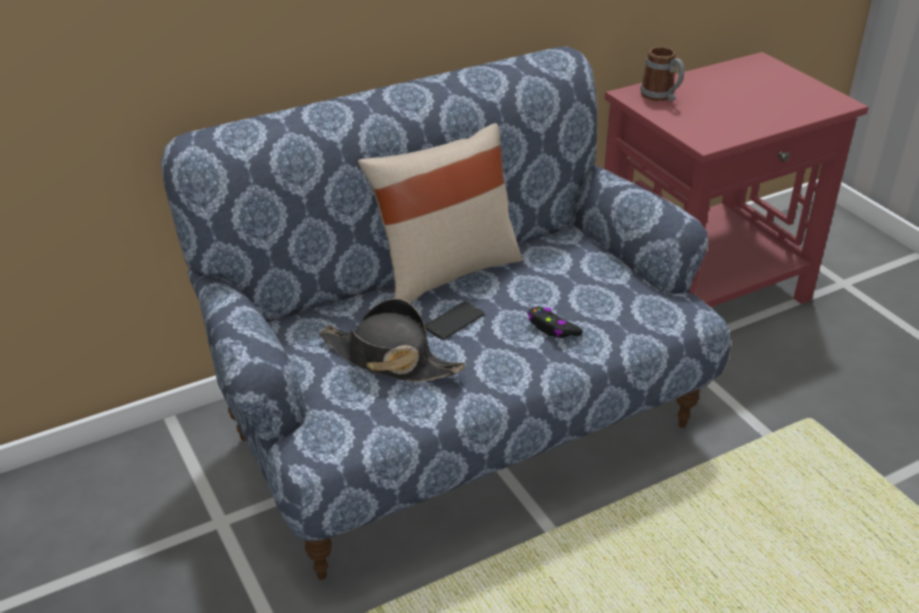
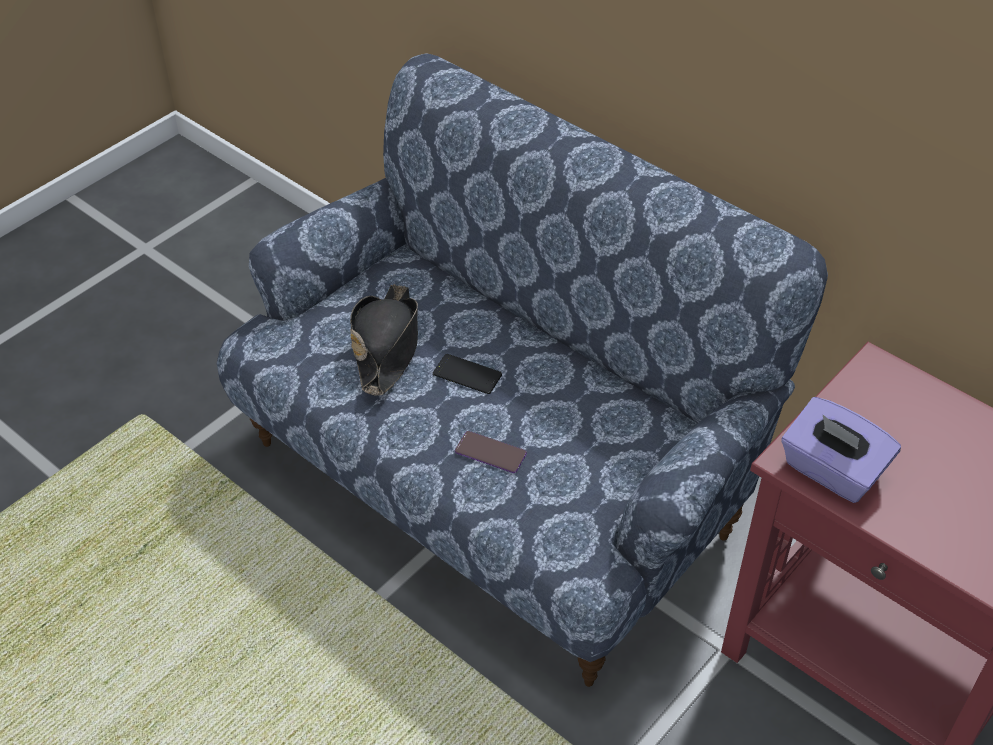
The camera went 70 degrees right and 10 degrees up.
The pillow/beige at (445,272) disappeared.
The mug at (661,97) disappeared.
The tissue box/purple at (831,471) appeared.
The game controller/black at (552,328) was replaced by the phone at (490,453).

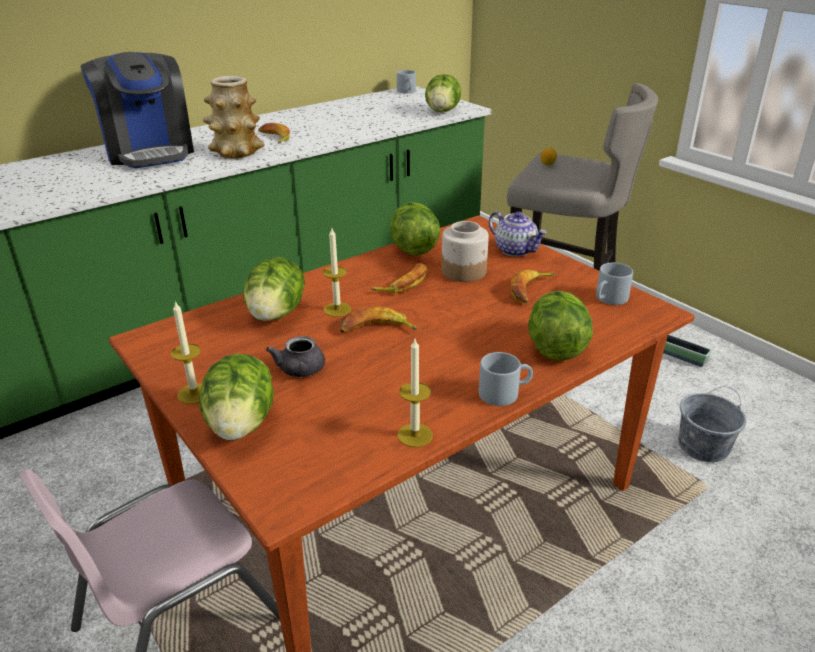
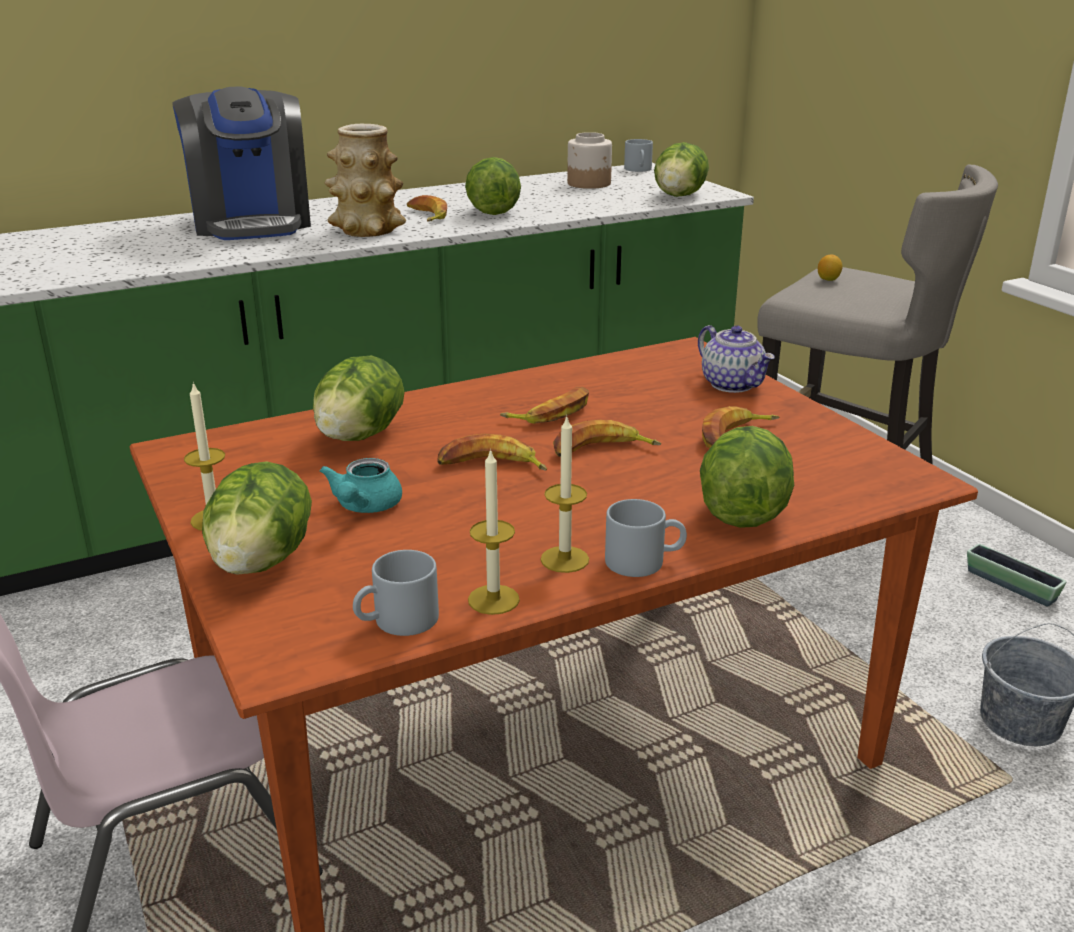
The camera went 10 degrees right and 5 degrees down.
The banana at (601,450) appeared.
The candle moved from (337,309) to (564,559).
The lettuce moved from (413,249) to (493,212).
The jar moved from (464,272) to (589,184).
The mug/grey moved from (609,299) to (397,622).
The teapot/grey at (299,371) became the teapot/turquoise at (364,507).

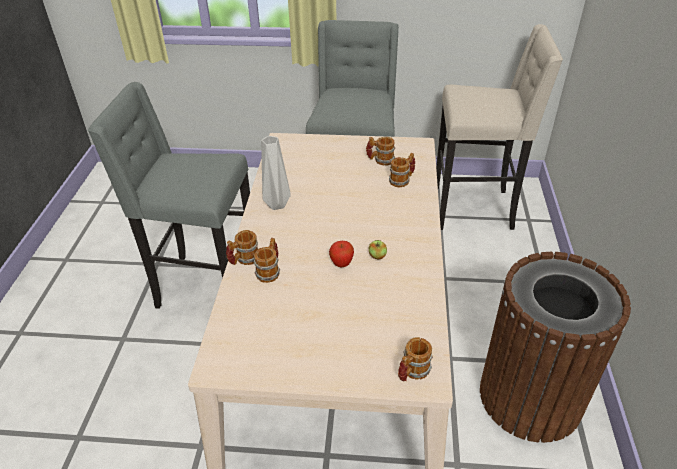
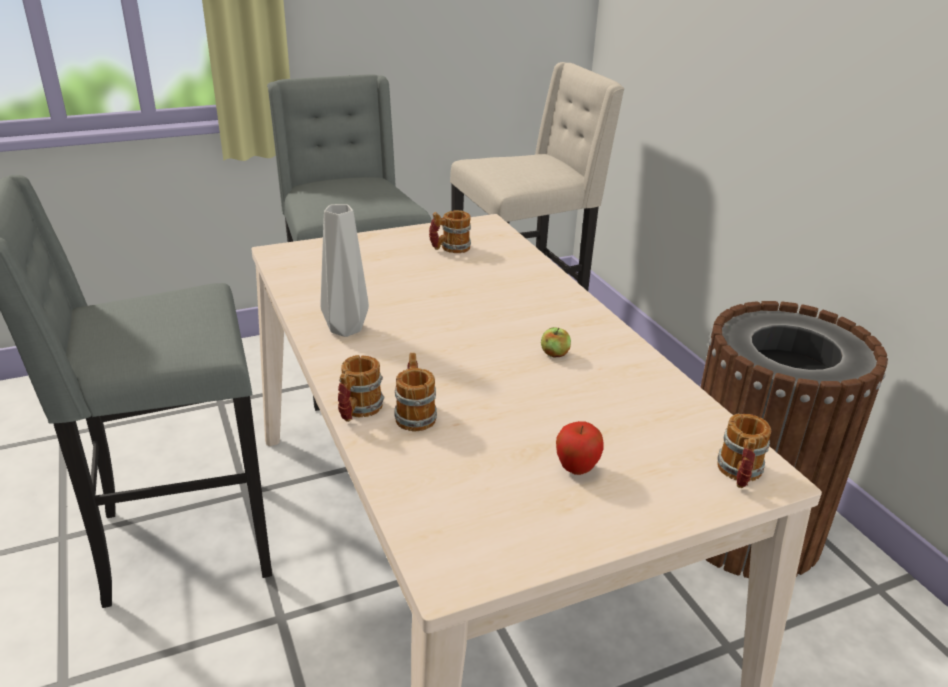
The camera went 30 degrees left and 10 degrees down.
The mug at (402,180) disappeared.
The apple moved from (341,264) to (576,469).

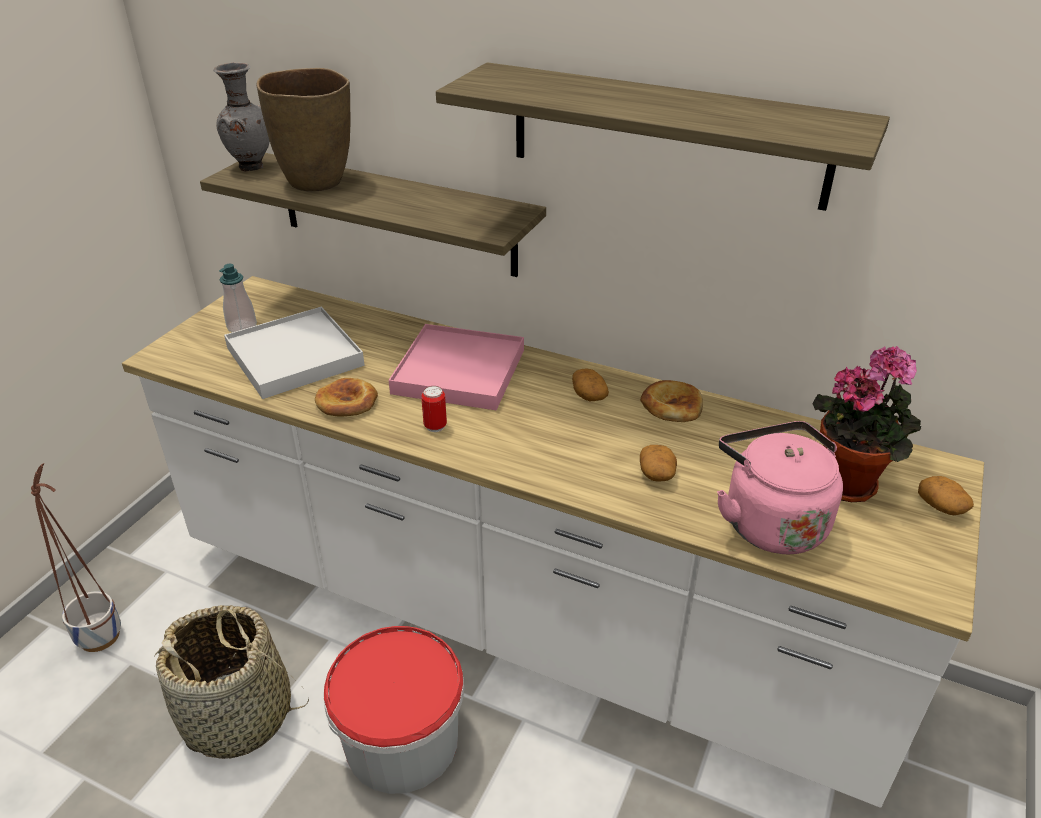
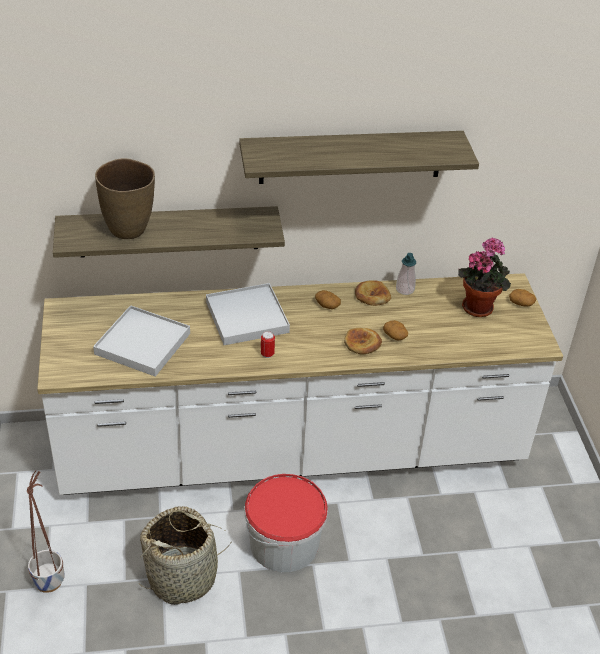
The camera went 35 degrees left and 5 degrees up.
The vase/grey at (250,167) disappeared.
The kettle/pink at (770,521) disappeared.
The soap dispenser moved from (242,327) to (405,289).
The bread moved from (347,402) to (362,343).
The tray/pink at (458,372) became the tray/white at (247,317).

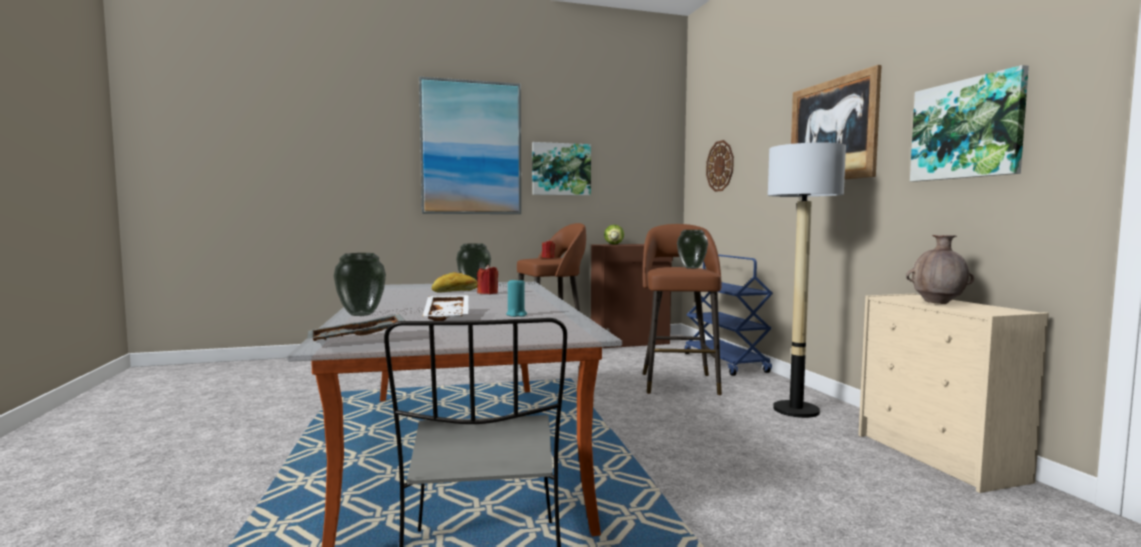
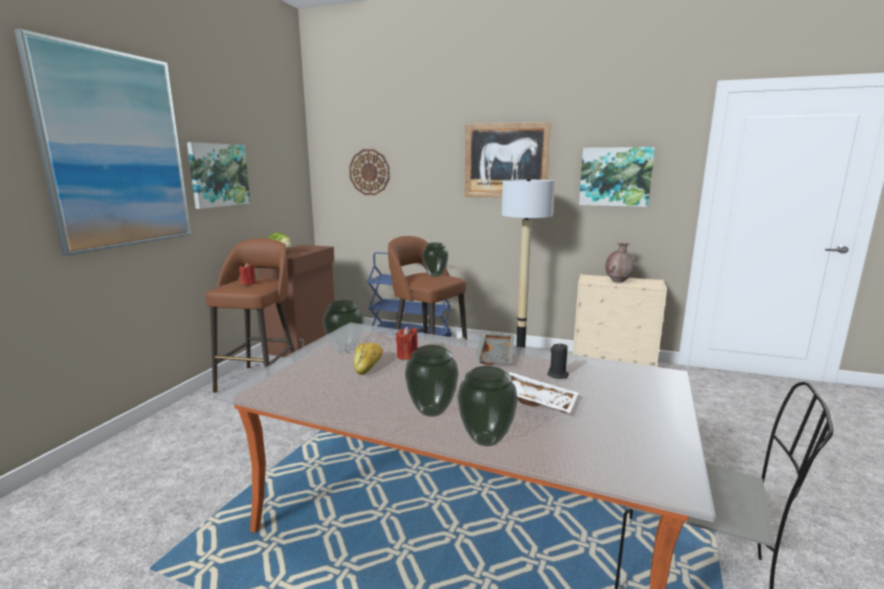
The camera went 55 degrees left and 10 degrees up.
The vase at (432,411) appeared.
The tray/grey moved from (356,339) to (496,355).
The candle/turquoise at (516,315) became the candle/black at (558,375).

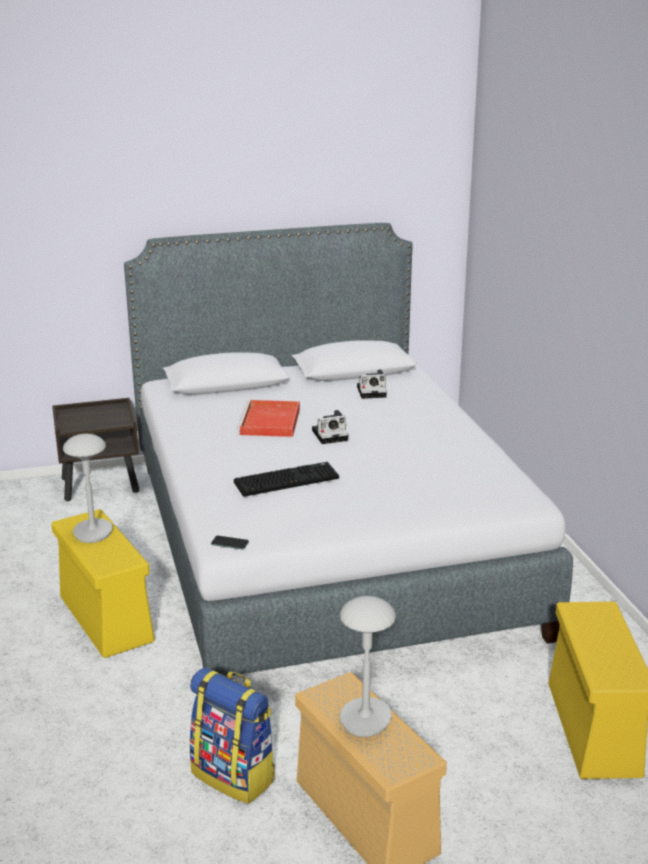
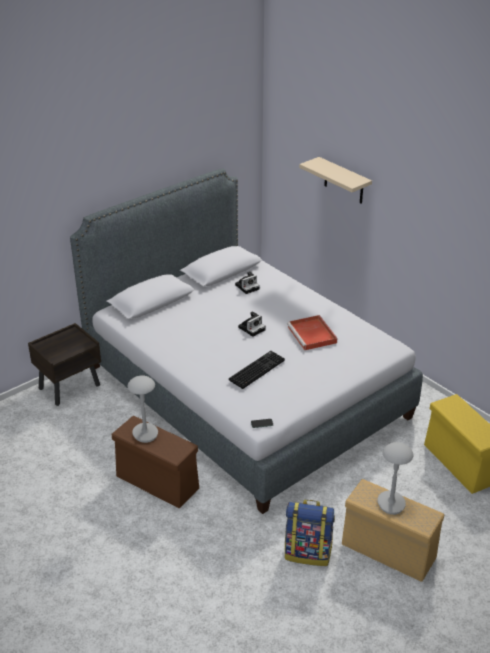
The camera went 25 degrees left and 10 degrees up.
The shelf/beige at (344,181) appeared.
The tray/red moved from (270,422) to (312,335).
The storage box/yellow at (104,618) became the storage box/brown at (156,482).

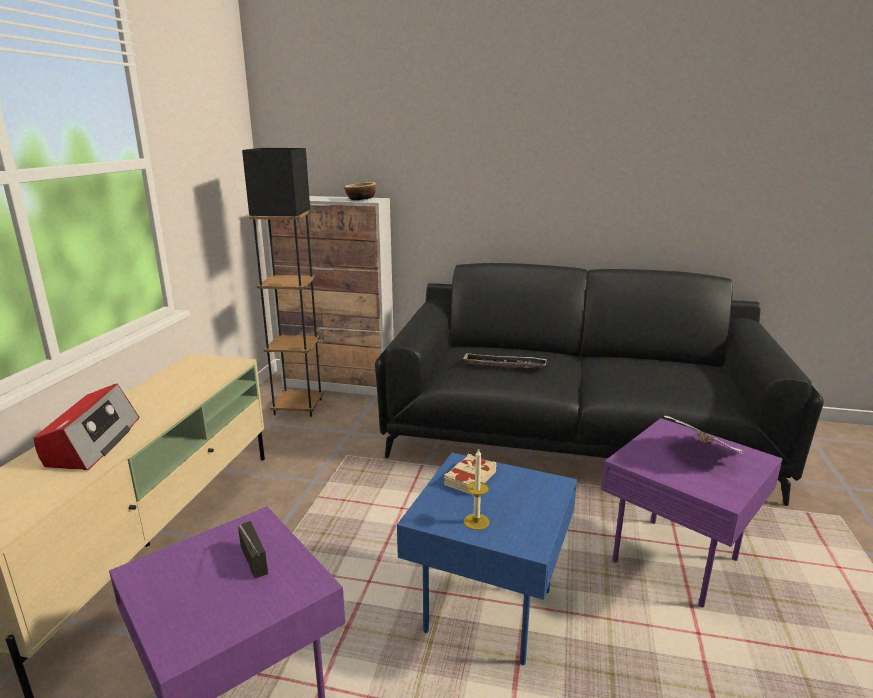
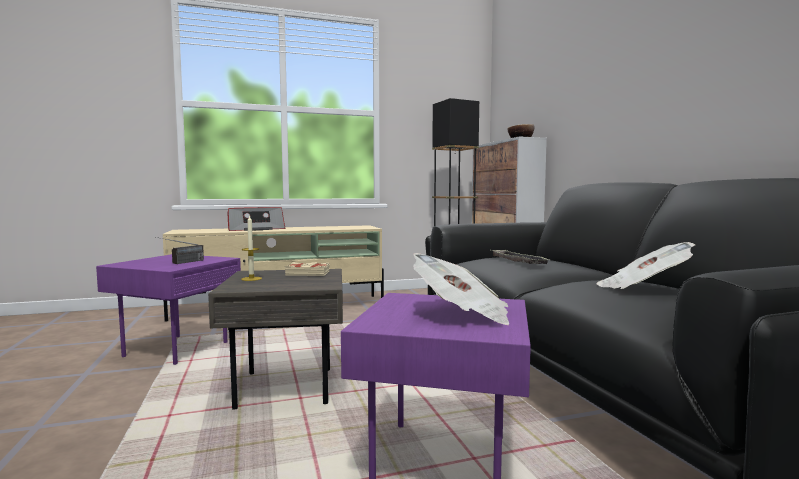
The camera went 60 degrees right and 15 degrees down.
The newspaper at (642,288) appeared.
The side table/blue at (486,608) became the side table/grey at (289,387).

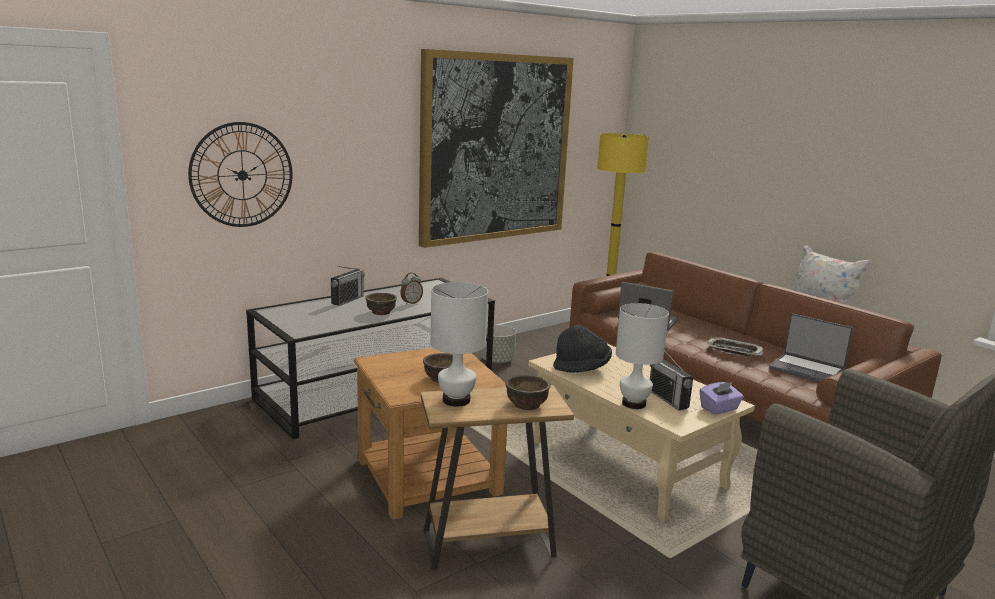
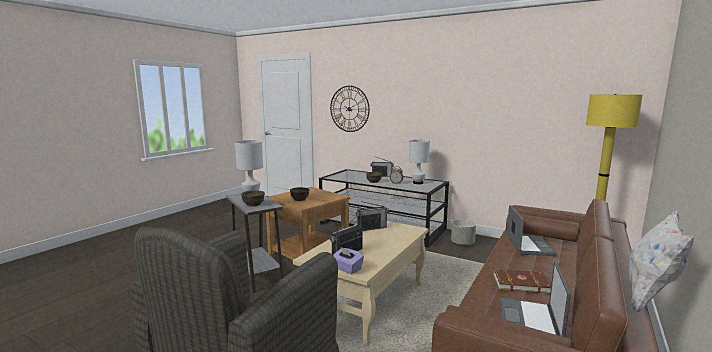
The camera went 70 degrees right and 5 degrees down.
The picture at (495,148) disappeared.
The table lamp/white moved from (633,404) to (417,183).
The hat/black at (581,368) was replaced by the radio at (371,228).
The tray at (733,351) was replaced by the book/brown at (520,282).
The side table/brown at (488,544) became the side table/grey at (257,275).

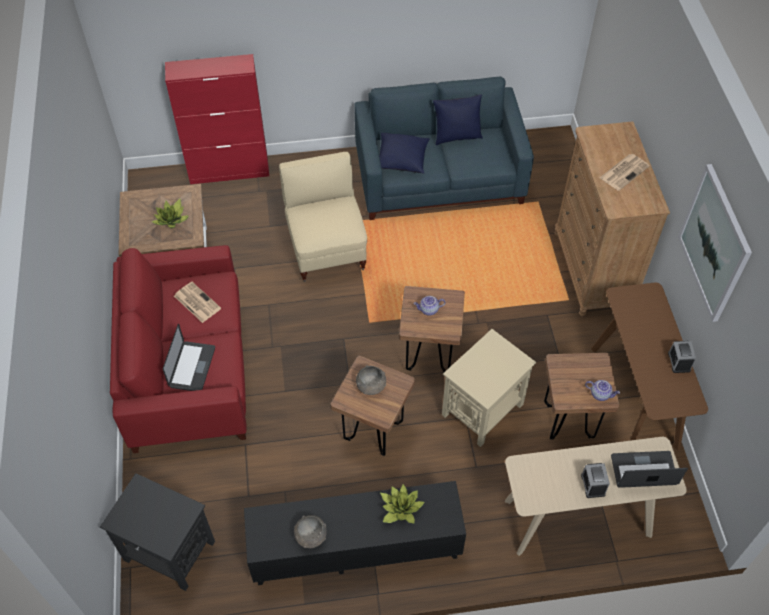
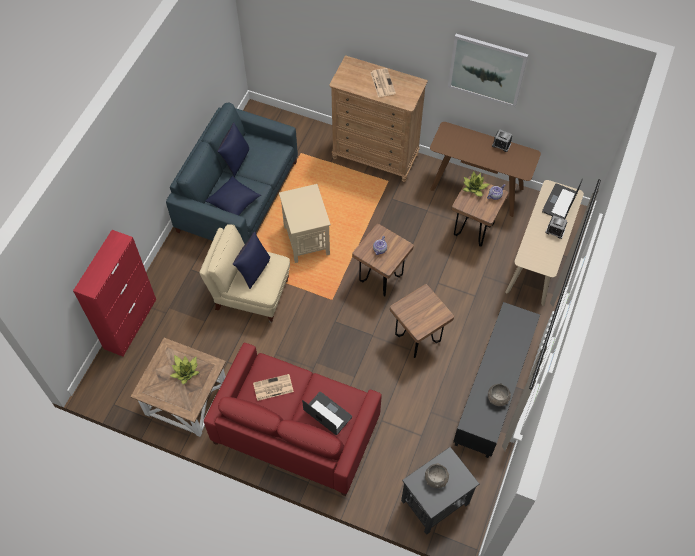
The camera went 60 degrees left and 5 degrees up.
The pillow/blue at (254,271) appeared.
The bowl/grey moved from (371,386) to (436,478).
The potted plant moved from (400,509) to (474,188).
The side table/beige moved from (482,410) to (306,240).

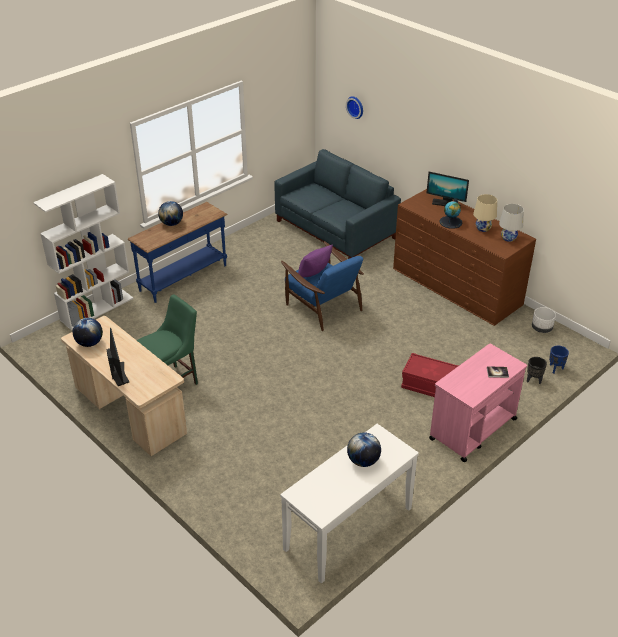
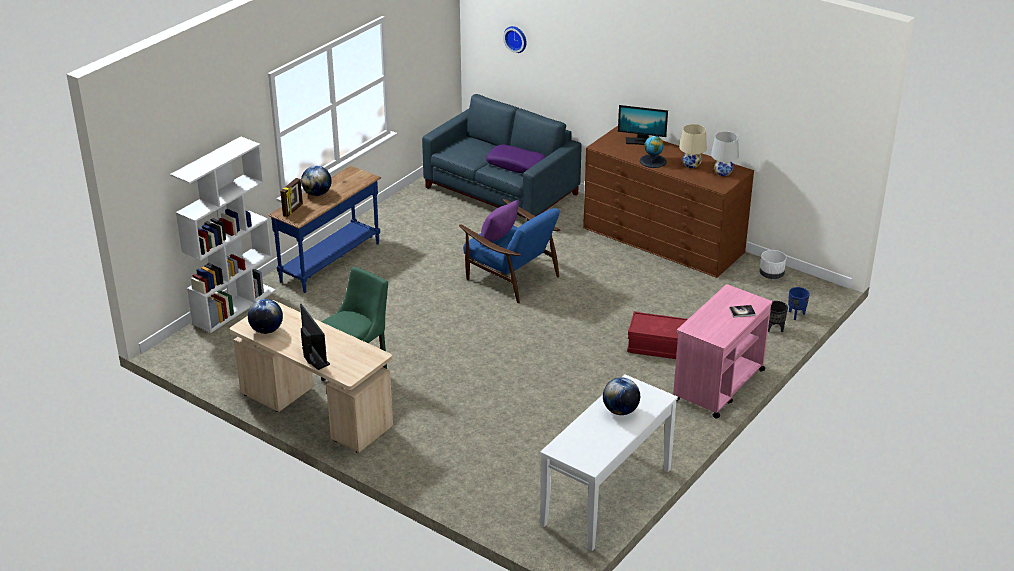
The camera went 10 degrees left and 5 degrees down.
The picture frame at (293,210) appeared.
The pillow/purple at (516,165) appeared.

